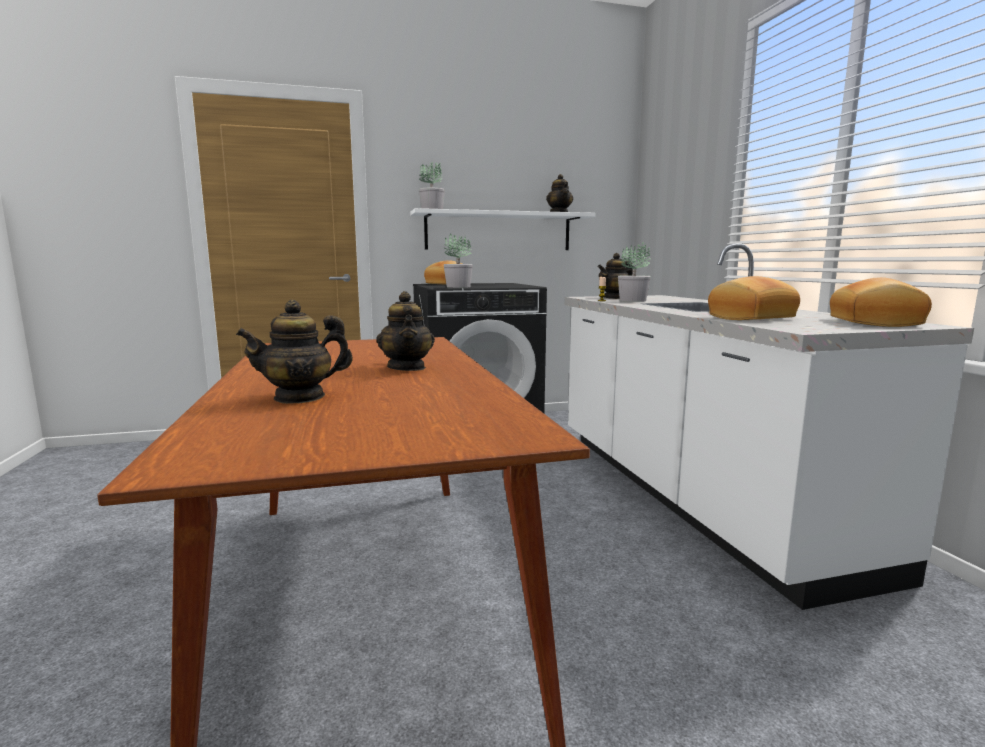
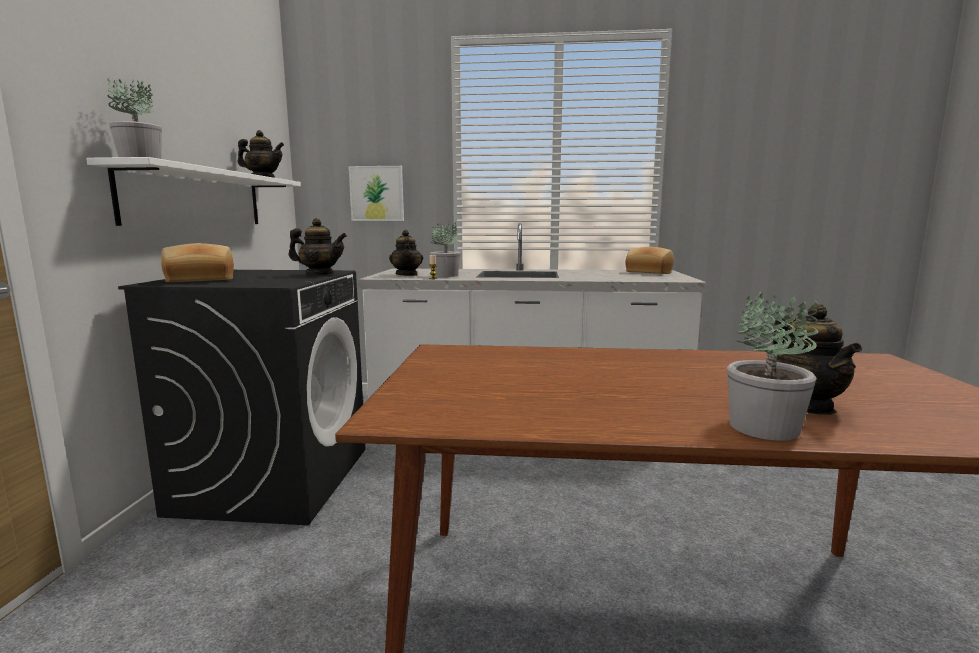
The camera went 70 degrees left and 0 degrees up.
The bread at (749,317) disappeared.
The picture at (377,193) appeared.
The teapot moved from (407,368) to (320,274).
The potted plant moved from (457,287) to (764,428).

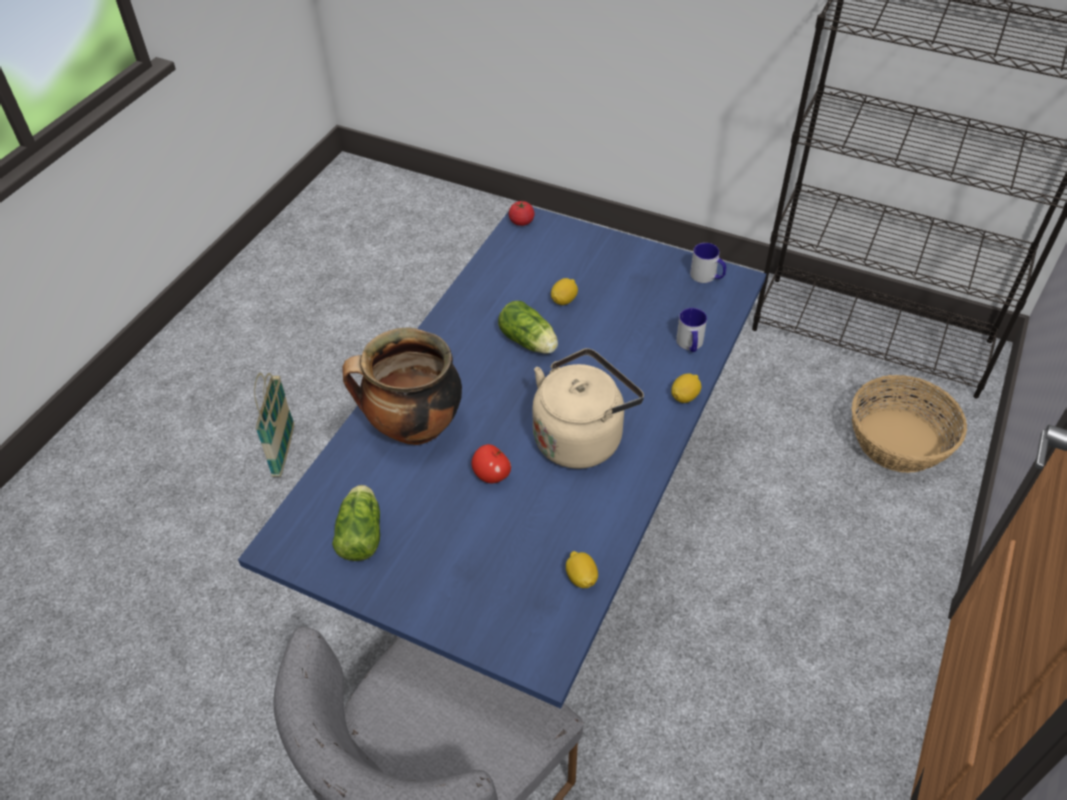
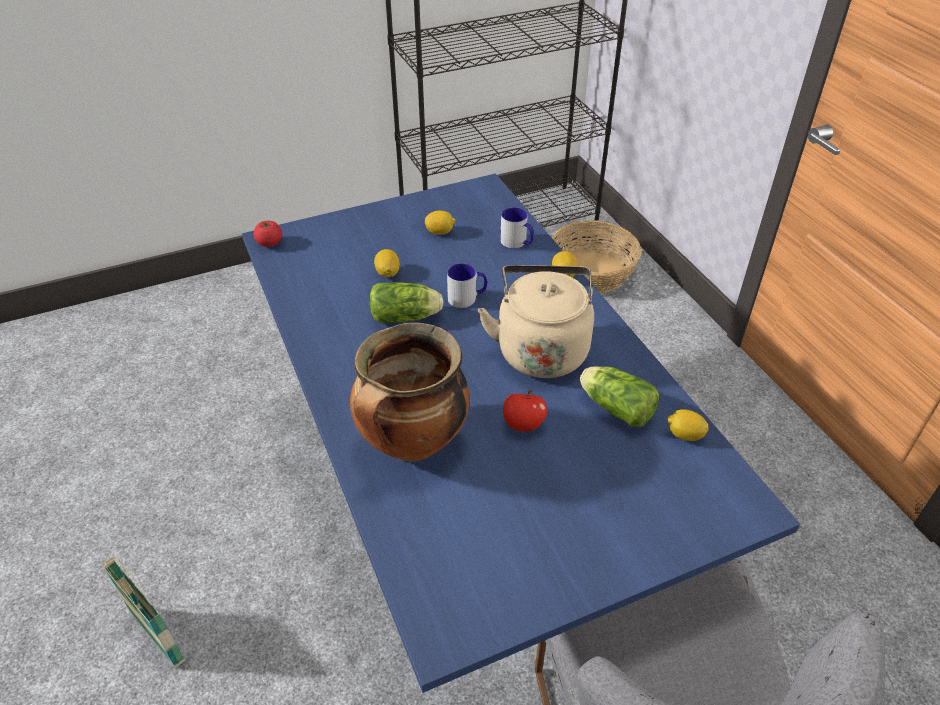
The camera went 50 degrees left and 5 degrees down.
The lemon at (440,232) appeared.
The lettuce moved from (361,532) to (614,407).
The mug moved from (707,276) to (467,298).

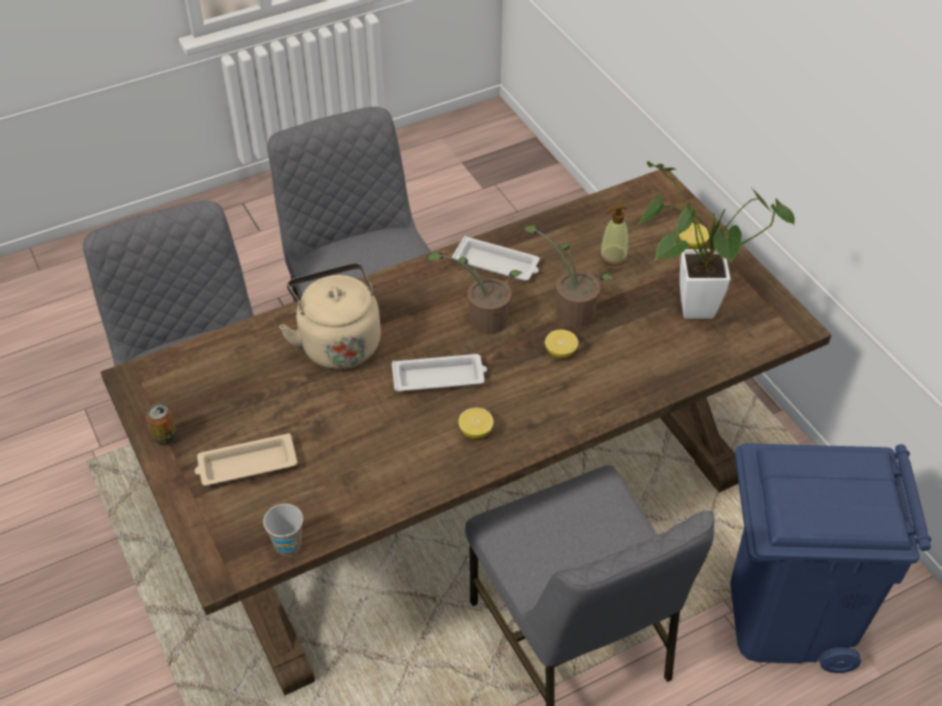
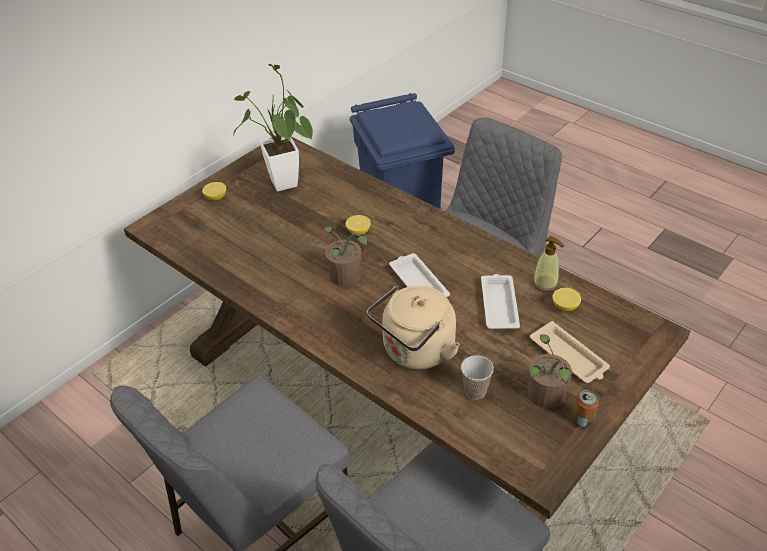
The camera went 110 degrees left and 5 degrees down.
The cup moved from (288,545) to (475,391).
The tray/white moved from (497,264) to (499,304).
The lemon moved from (475,431) to (565,306).
The potted plant moved from (570,310) to (545,398).
The soap dispenser moved from (613,256) to (545,284).

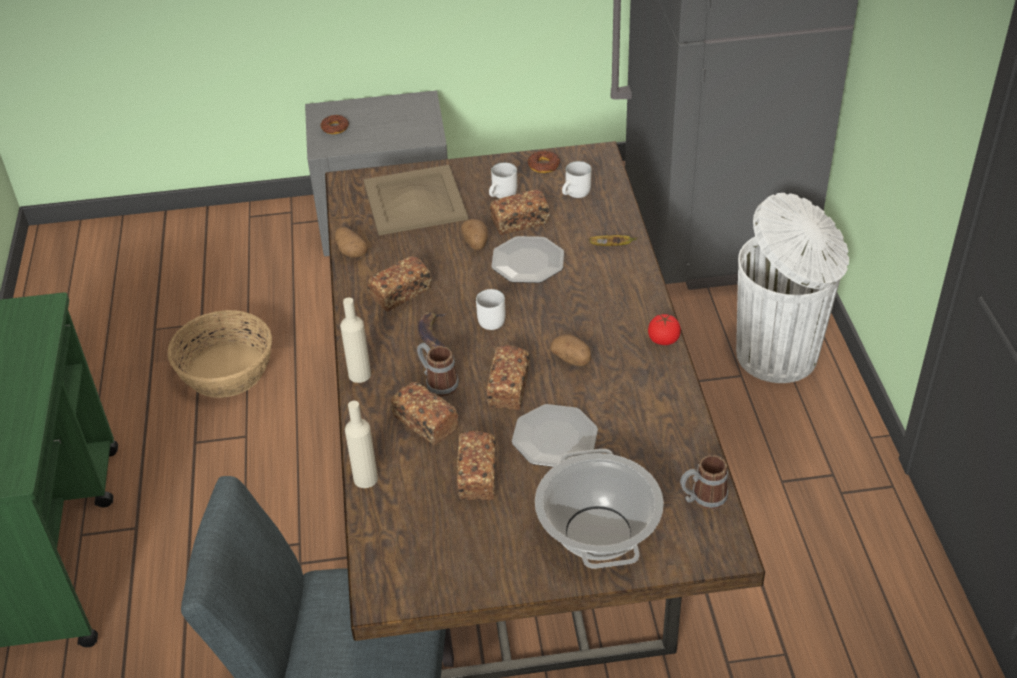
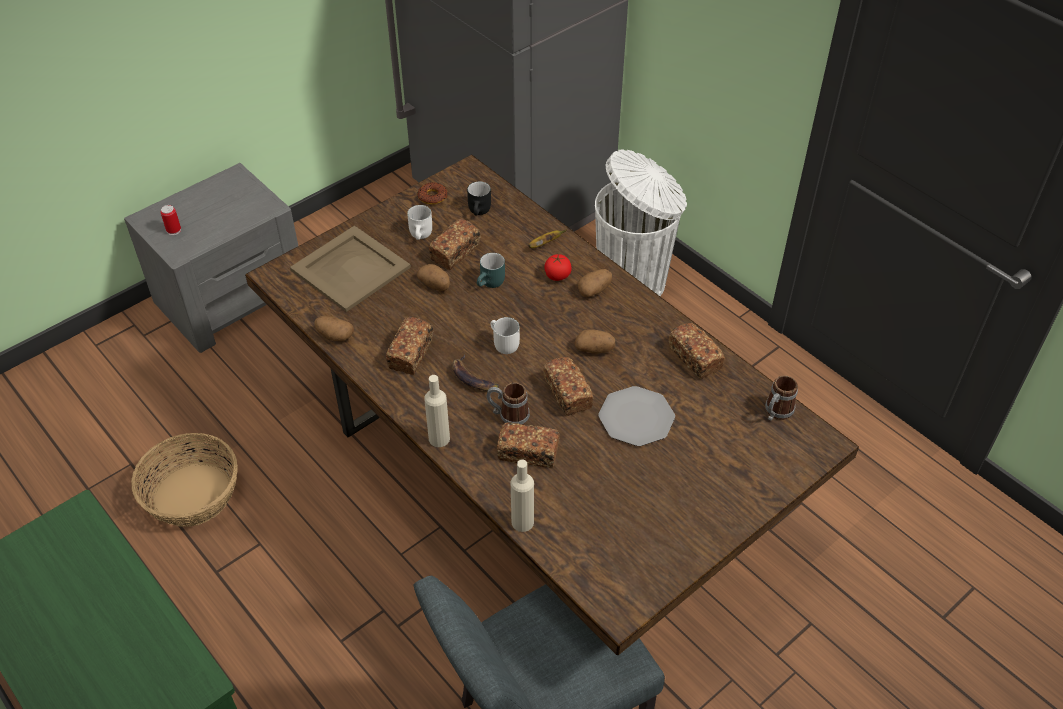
The camera went 35 degrees left and 5 degrees up.
The cooking pot at (597,532) disappeared.
The potato at (594,290) appeared.
The bread moved from (477,476) to (695,358).
The tomato moved from (663,339) to (557,276).
The donut at (335,128) was replaced by the can at (174,230).
The plate at (528,262) was replaced by the mug/turquoise at (491,283).
The mug/white at (577,194) became the mug/black at (480,211).

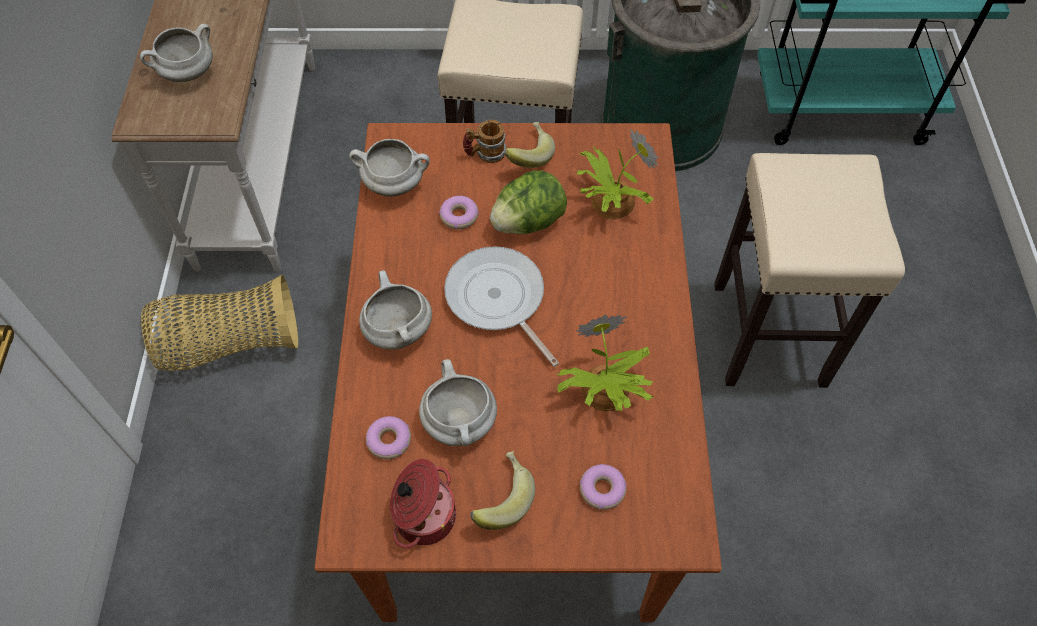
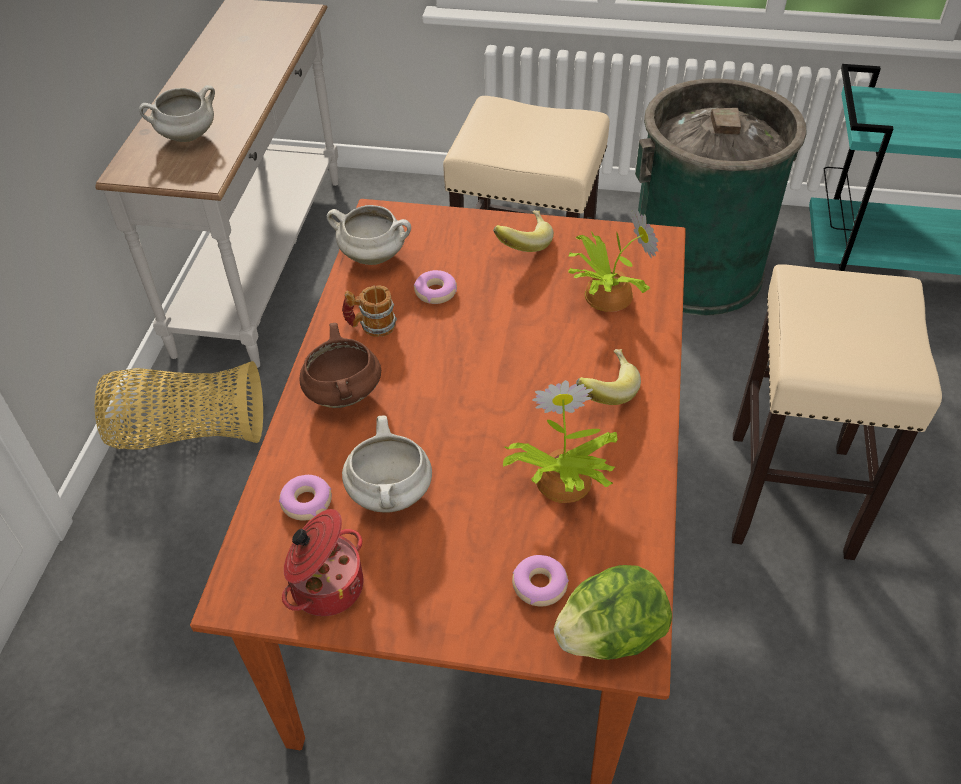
The camera went 10 degrees right and 10 degrees down.
The frying pan at (498,299) disappeared.
The mug moved from (485,154) to (371,326).
The banana moved from (500,497) to (604,389).
The lettuce moved from (529,222) to (610,635).
The cooking pot/white at (397,330) became the cooking pot/brown at (342,393).

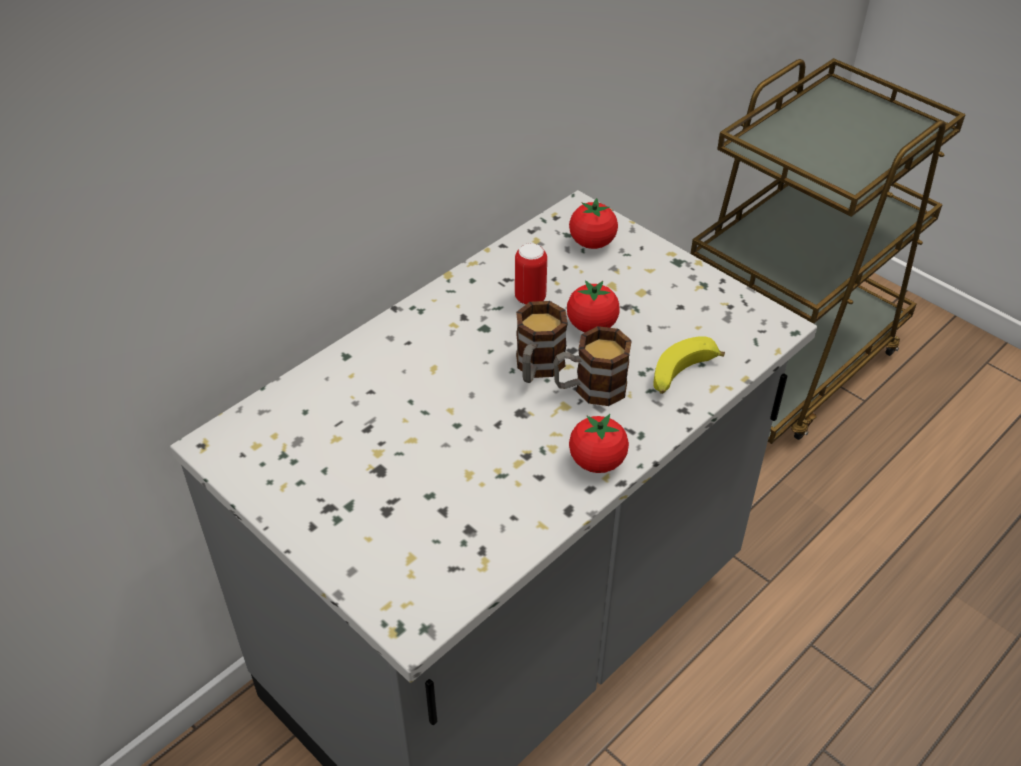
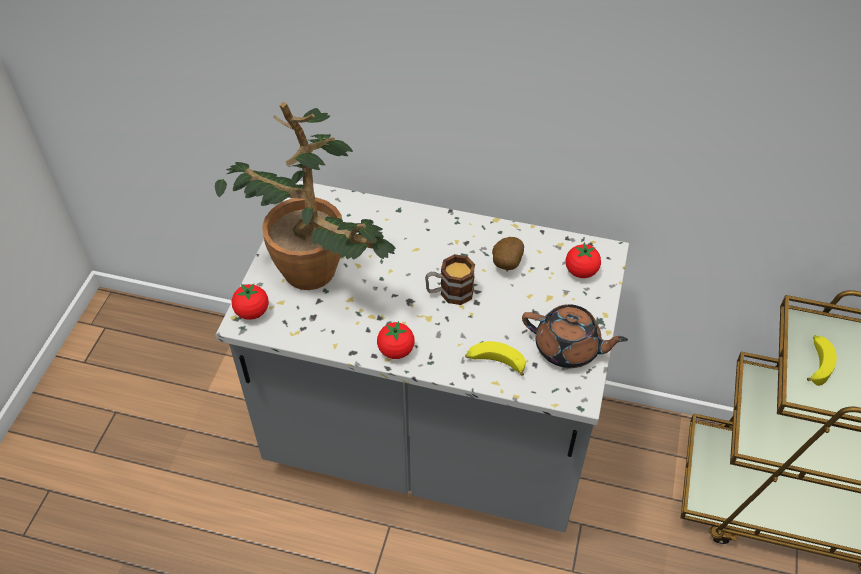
The camera went 60 degrees right and 5 degrees up.
The mug at (589,389) disappeared.
The potted plant at (317,279) appeared.
The teapot/brown at (568,348) appeared.
The banana at (816,363) appeared.
The tomato moved from (591,326) to (252,312).
The can at (530,298) was replaced by the potato at (505,264).

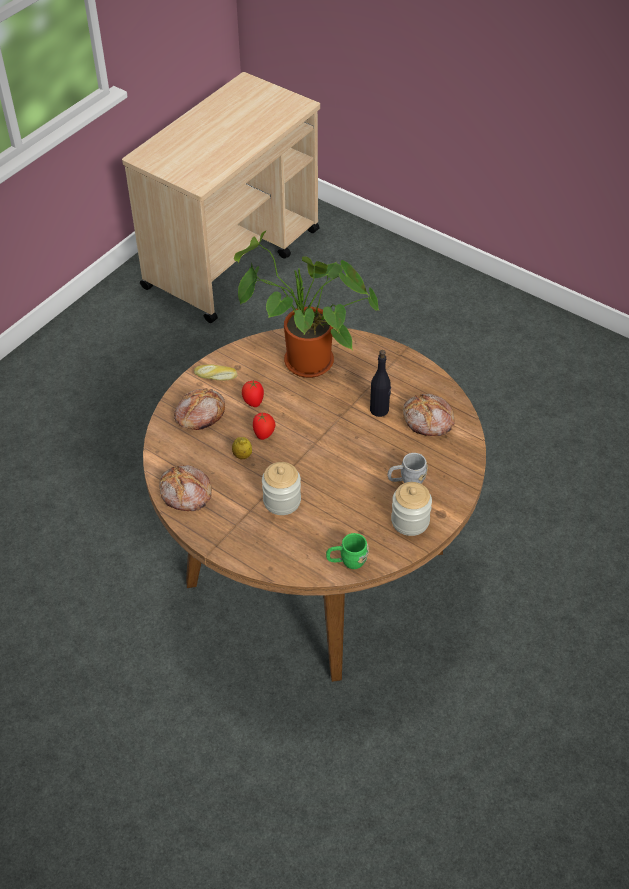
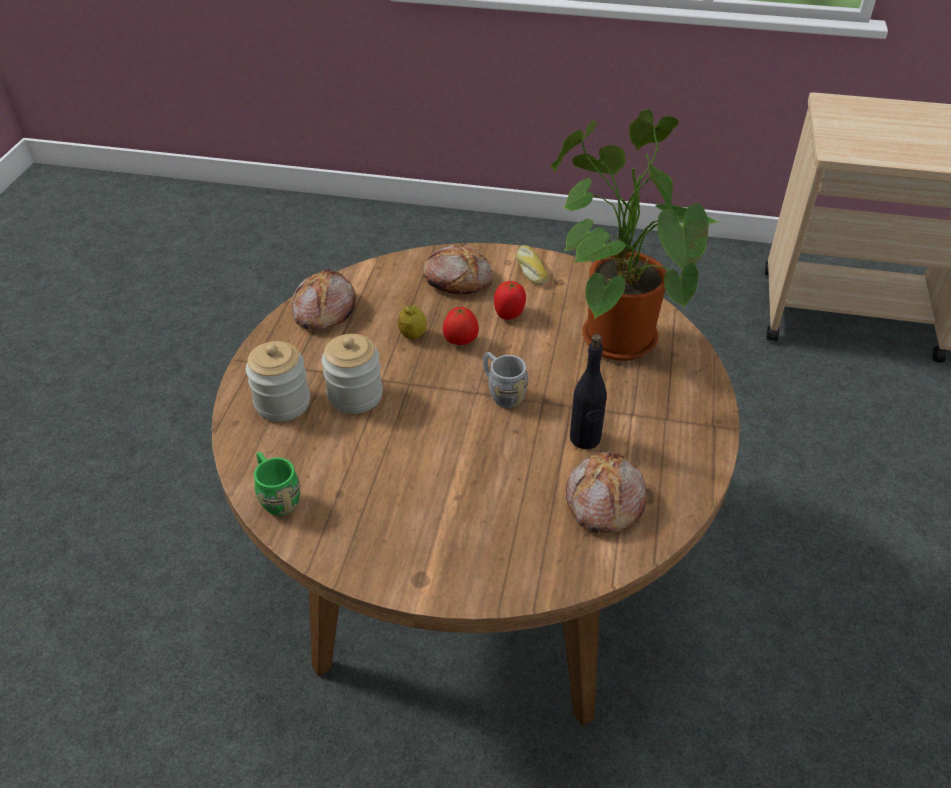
The camera went 65 degrees right and 5 degrees down.
The mug/grey moved from (406,480) to (501,392).
The jar moved from (410,521) to (282,403).

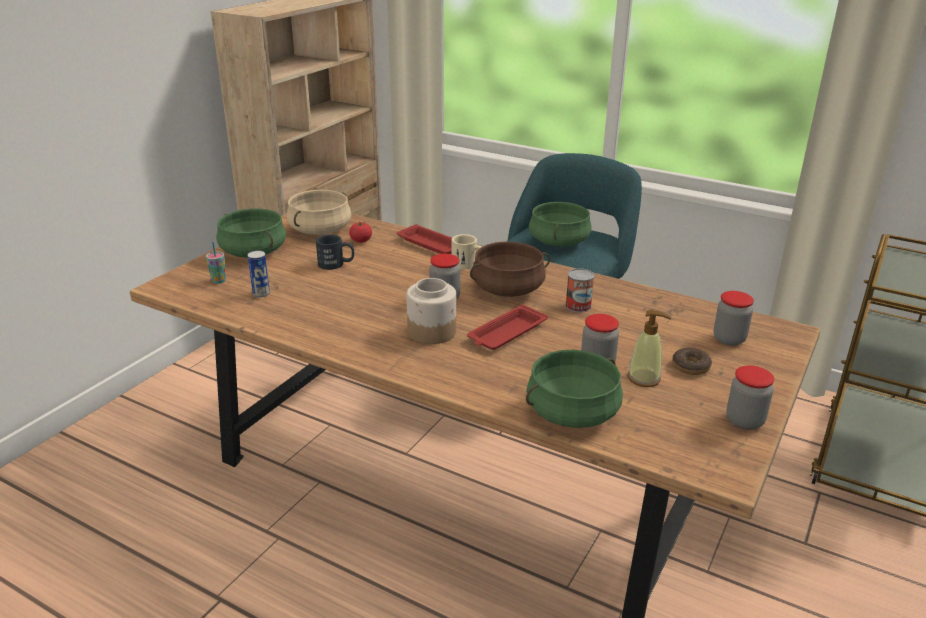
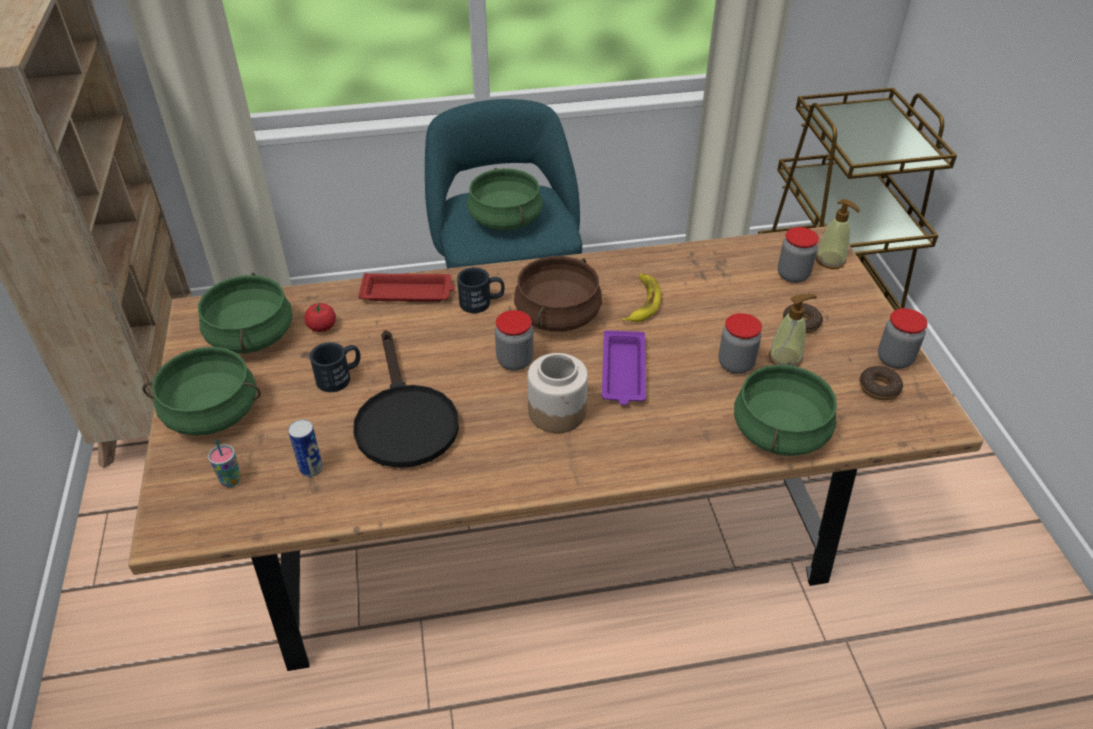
The camera went 40 degrees left and 15 degrees up.
The frying pan/black at (404,419) appeared.
The soap dispenser at (830,260) appeared.
The donut at (879,388) appeared.
The can at (578,306) was replaced by the banana at (642,302).
The cooking pot/beige at (320,230) became the cooking pot/green at (252,336).
The mug/beige at (469,265) became the mug/black at (482,302).
The tray/red at (506,333) became the tray/purple at (623,373).

